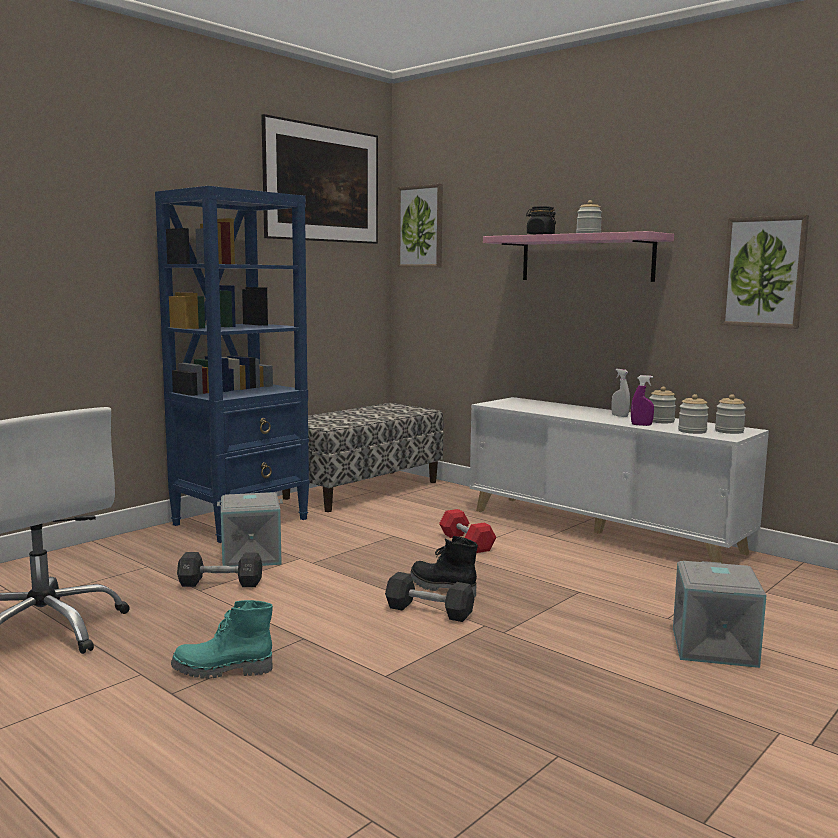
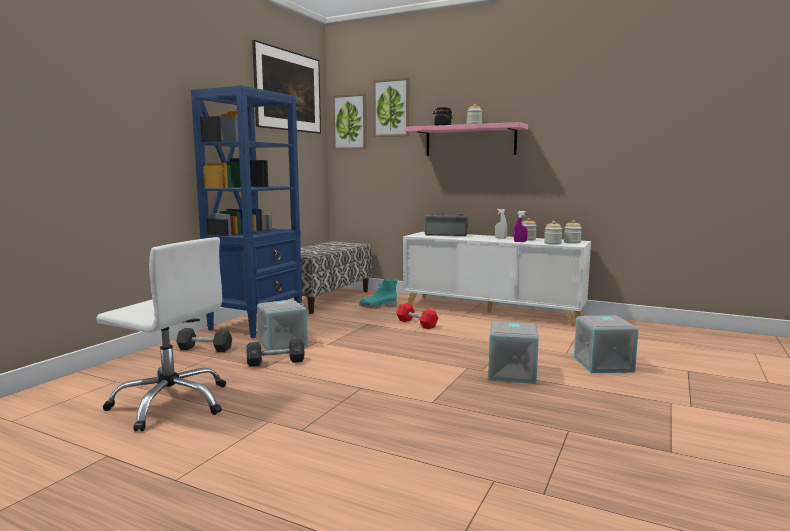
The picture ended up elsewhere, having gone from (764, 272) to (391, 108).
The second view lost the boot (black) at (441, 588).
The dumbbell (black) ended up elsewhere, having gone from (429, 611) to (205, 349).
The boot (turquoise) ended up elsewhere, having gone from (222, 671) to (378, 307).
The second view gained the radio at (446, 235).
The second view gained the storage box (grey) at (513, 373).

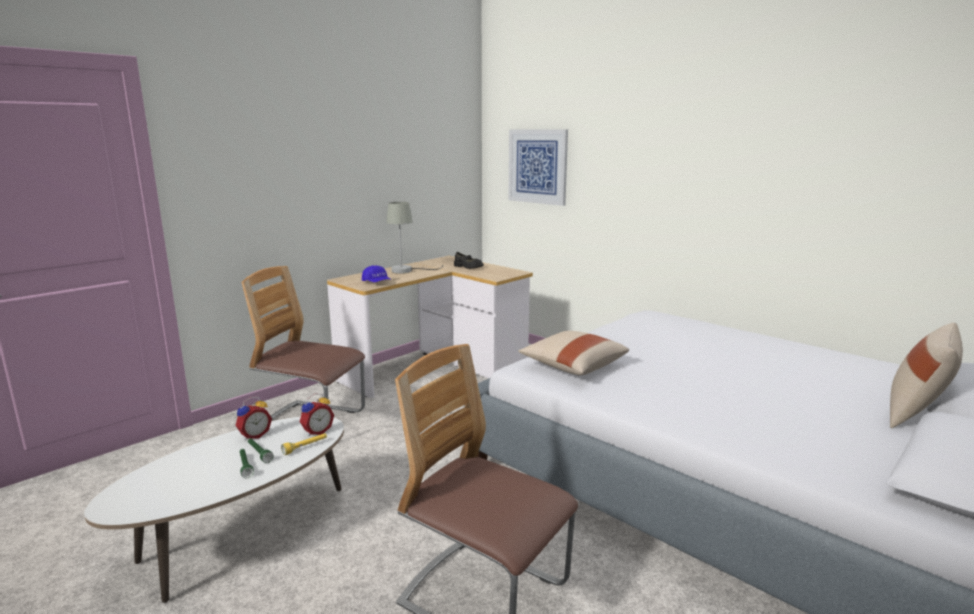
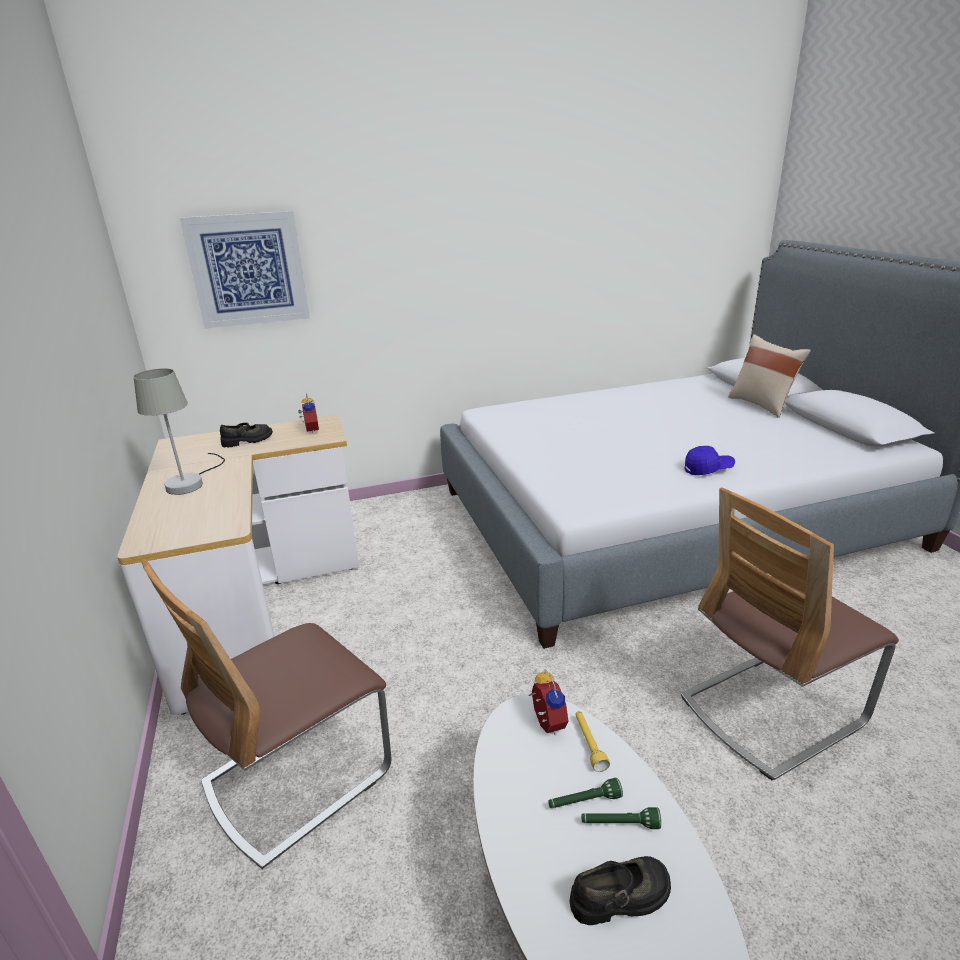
The cap (blue) ended up elsewhere, having gone from (377, 283) to (708, 469).
The second view lost the pillow (beige) at (572, 366).
The alarm clock ended up elsewhere, having gone from (254, 435) to (310, 431).
The second view gained the shoe (black) at (621, 897).

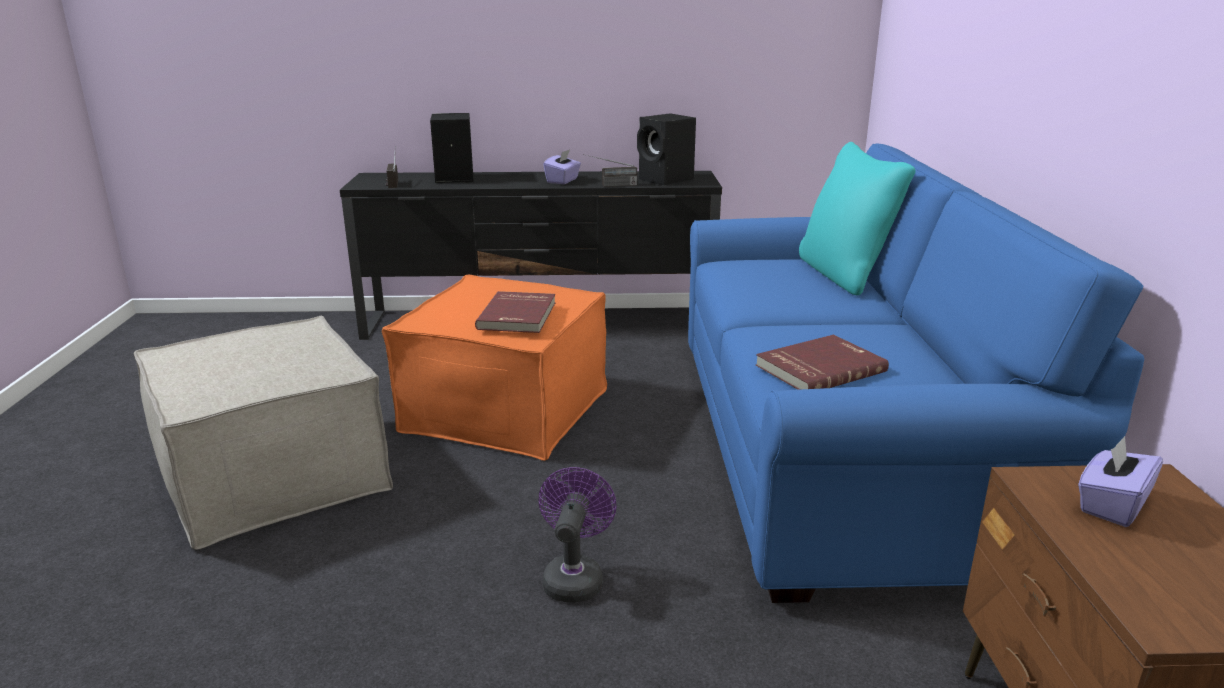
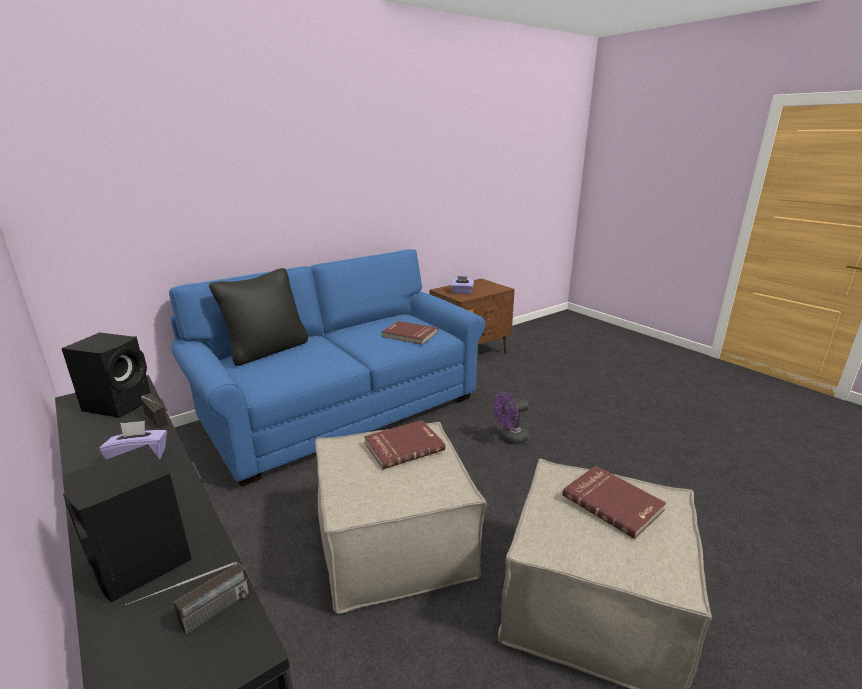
What was the pillow (turquoise) at (844, 275) turned into the pillow (black) at (267, 350).
What was the ottoman (orange) at (506, 409) turned into the ottoman (beige) at (394, 541).
The second view gained the book (red) at (613, 502).

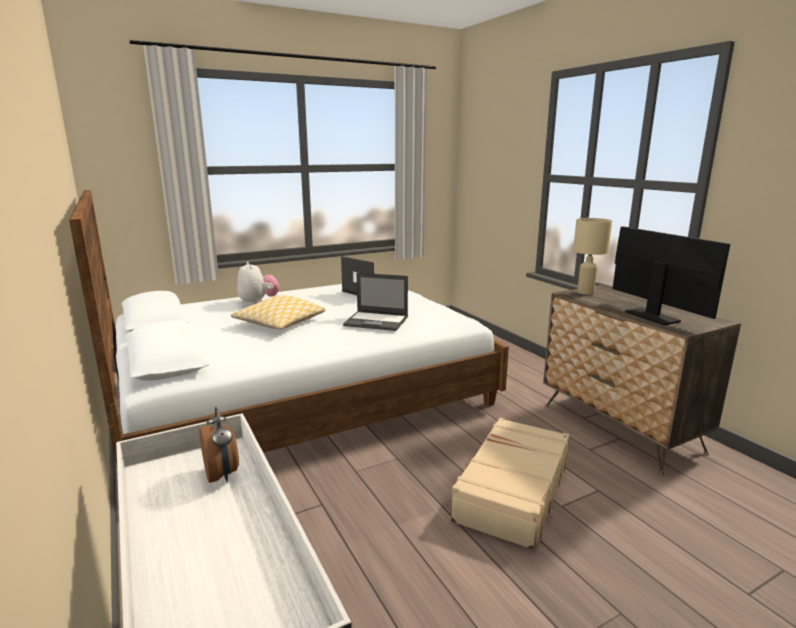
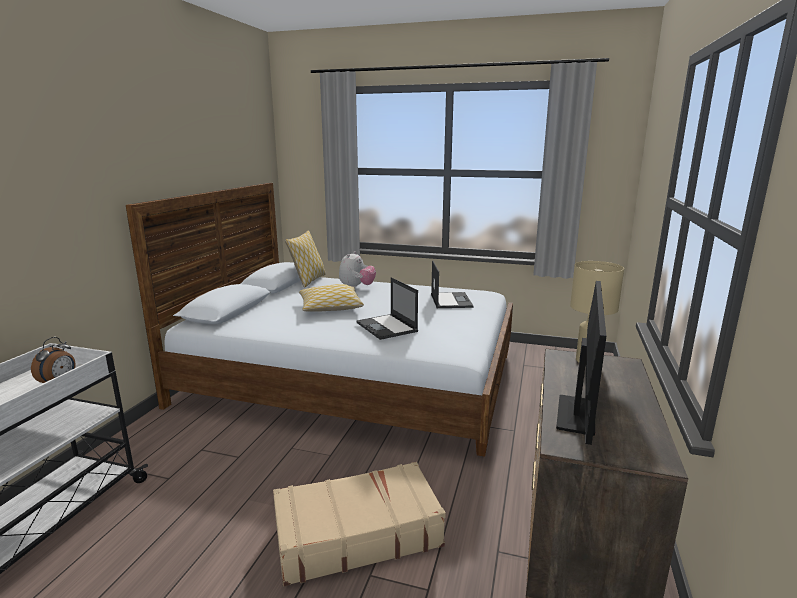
The second view gained the pillow at (308, 281).

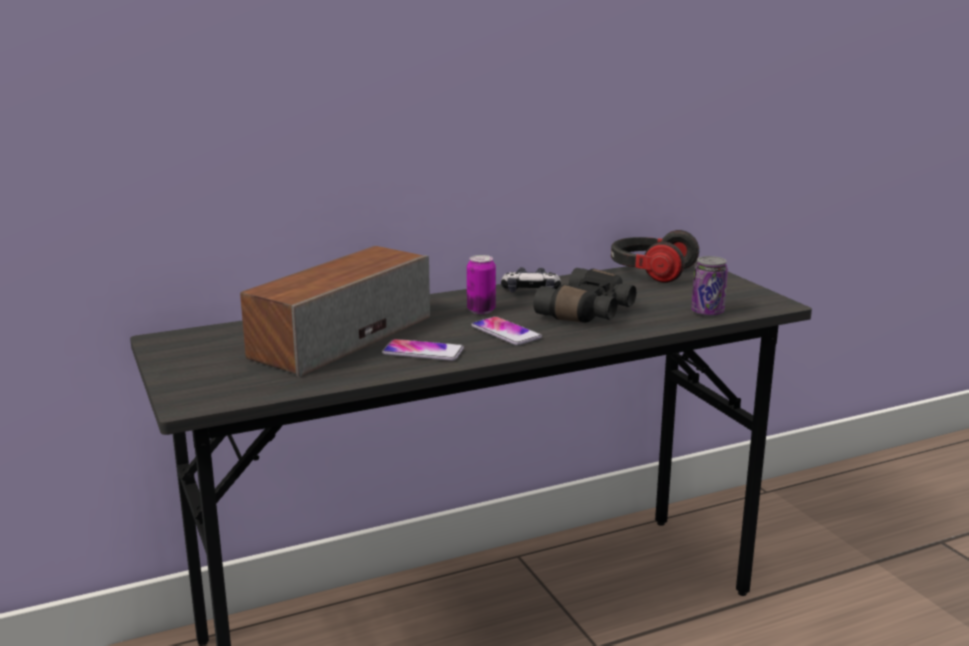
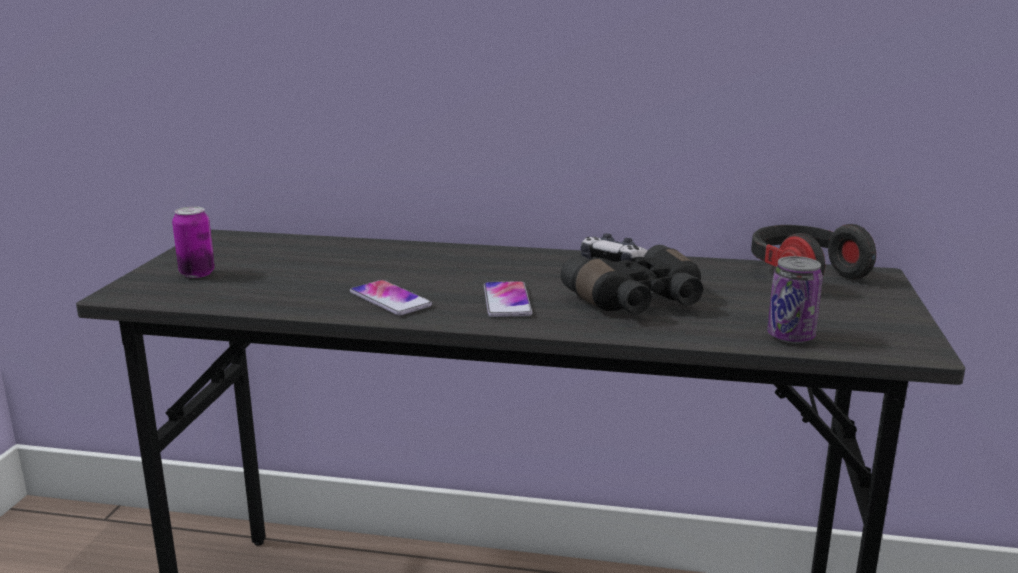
The second view lost the speaker at (341, 337).
The can ended up elsewhere, having gone from (481, 310) to (197, 273).

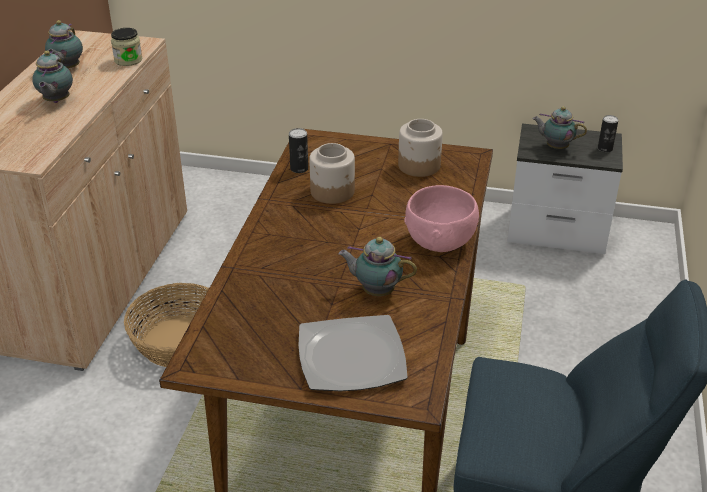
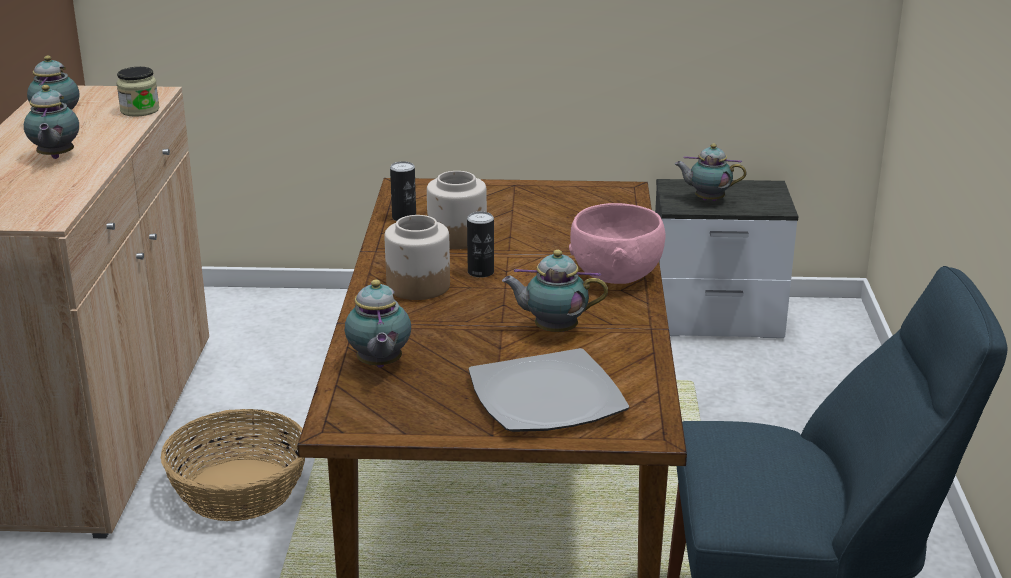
The can ended up elsewhere, having gone from (605, 148) to (480, 272).
The jar ended up elsewhere, having gone from (419, 166) to (419, 286).
The second view gained the teapot at (379, 365).

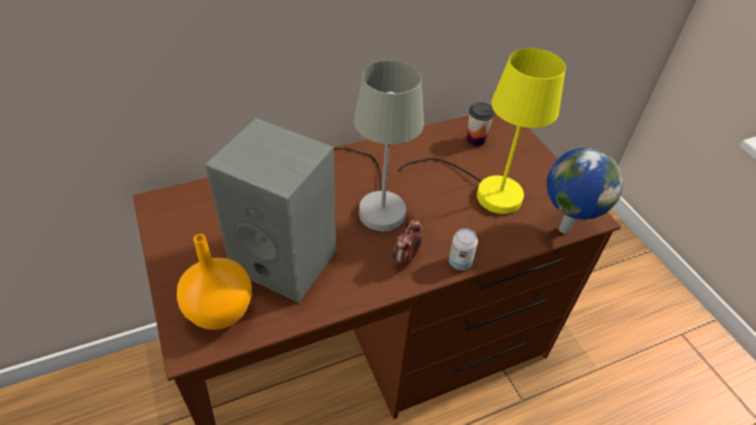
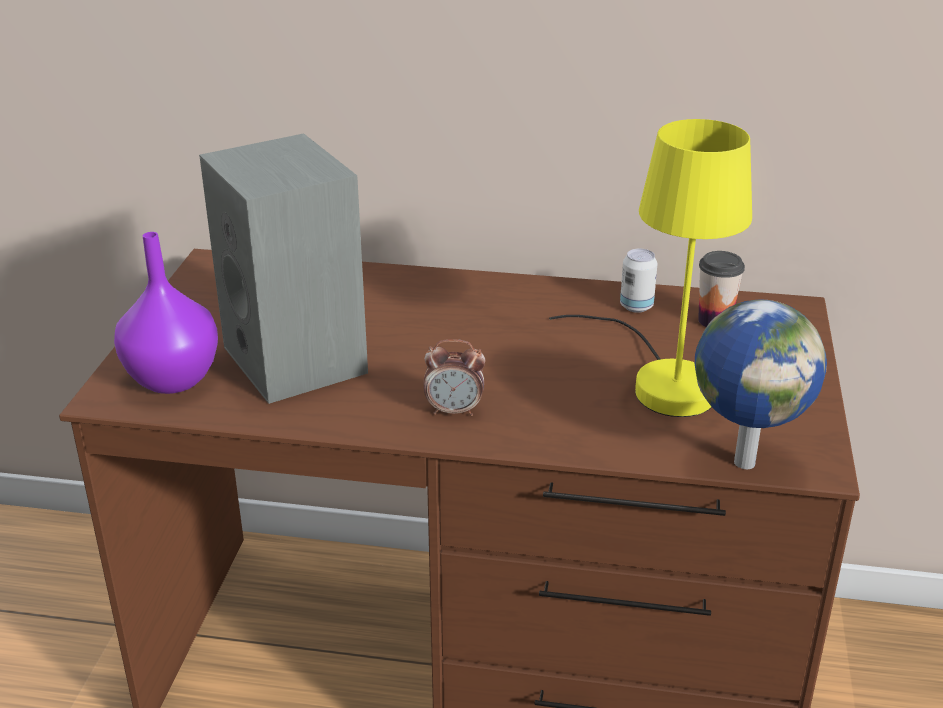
The second view lost the table lamp (grey) at (378, 203).
The alarm clock at (406, 258) ended up facing another way, 150 degrees counterclockwise from before.
The can ended up elsewhere, having gone from (460, 262) to (636, 306).
What was the vase (orange) at (219, 312) turned into the vase (purple) at (171, 380).

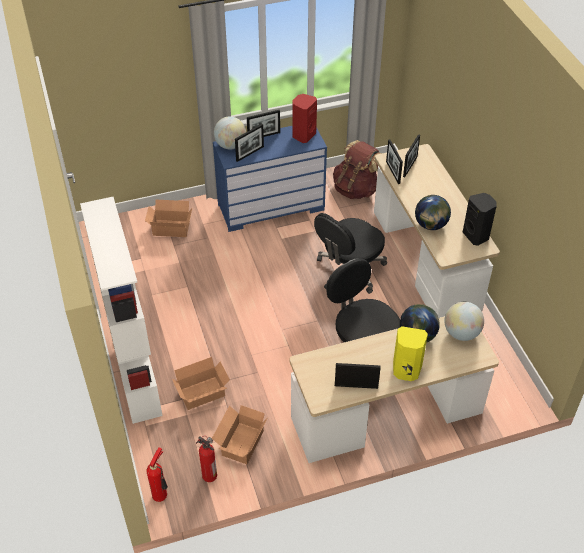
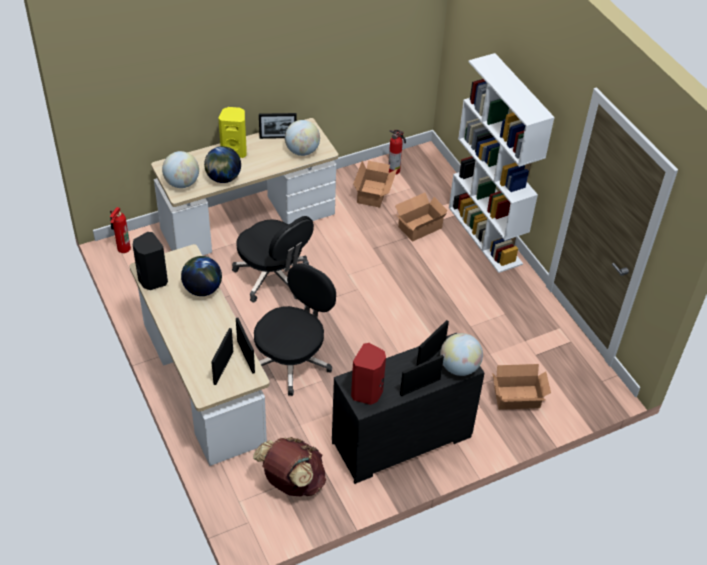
What was the dresser (blue) at (271, 207) turned into the dresser (black) at (401, 441).
The fire extinguisher ended up elsewhere, having gone from (161, 494) to (122, 249).
The second view gained the globe at (302, 151).

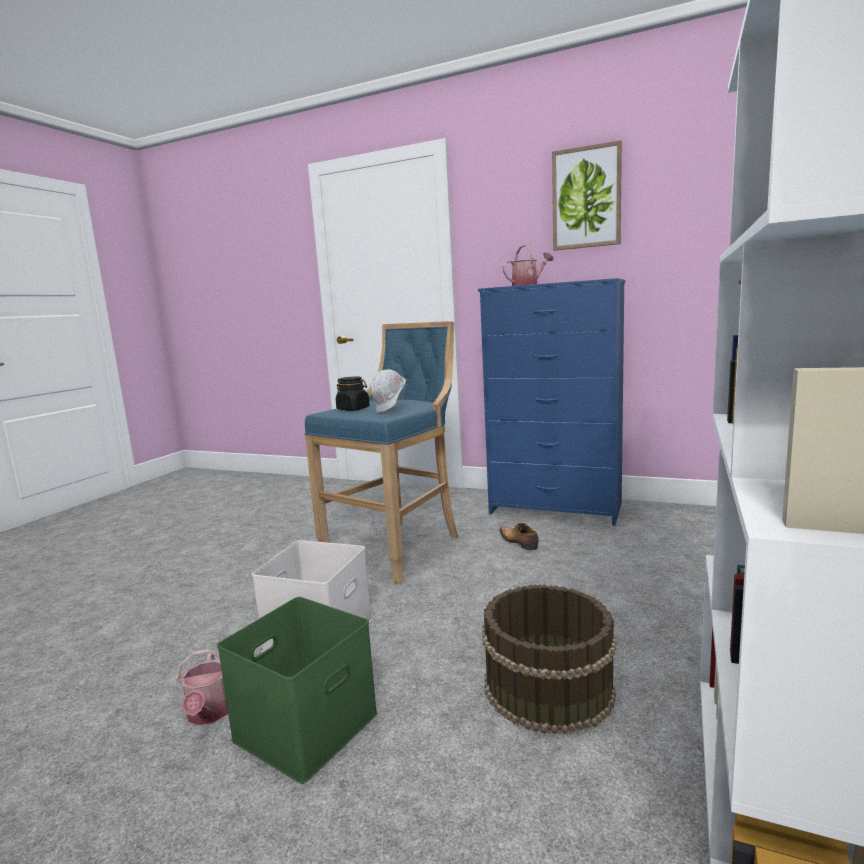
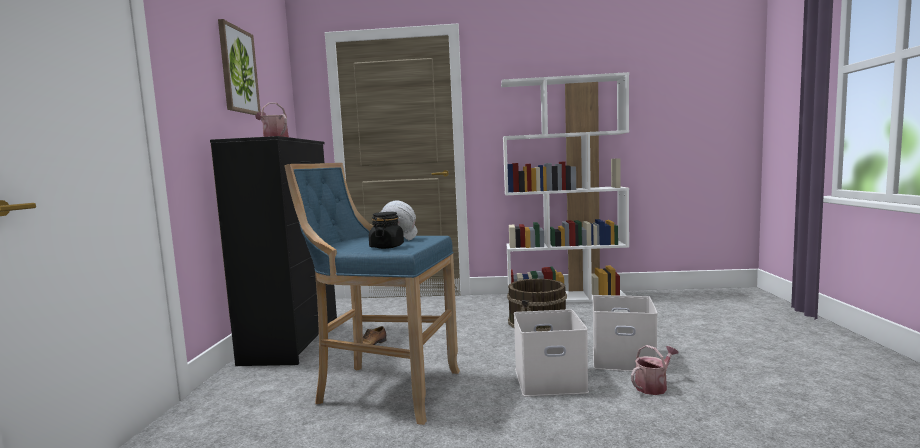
What was the dresser (blue) at (556, 509) turned into the dresser (black) at (293, 342).
What was the storage box (green) at (306, 729) turned into the storage box (white) at (624, 358).

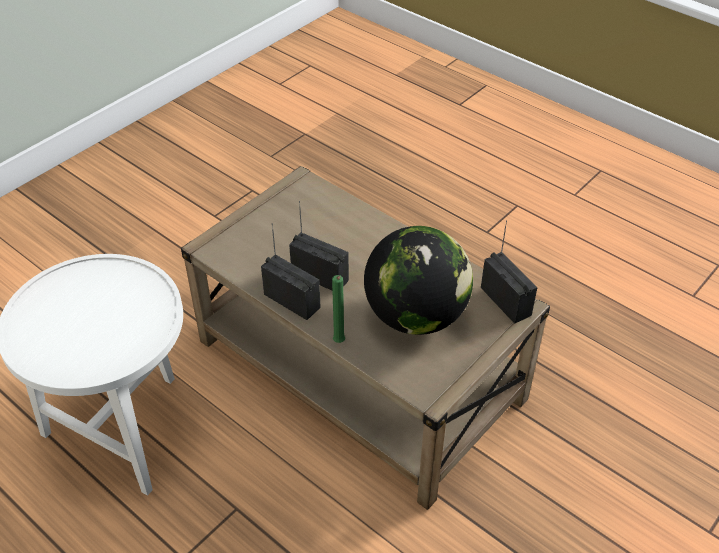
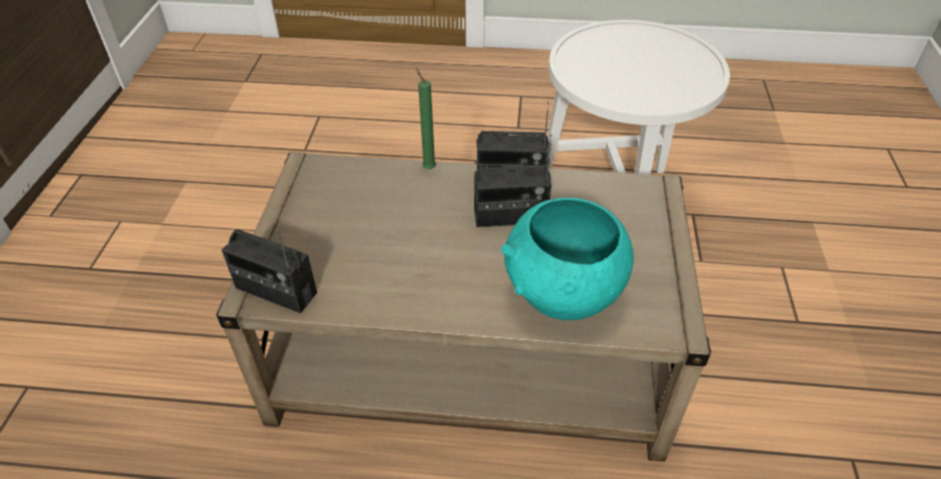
The second view lost the globe at (415, 316).
The second view gained the bowl (turquoise) at (563, 296).

